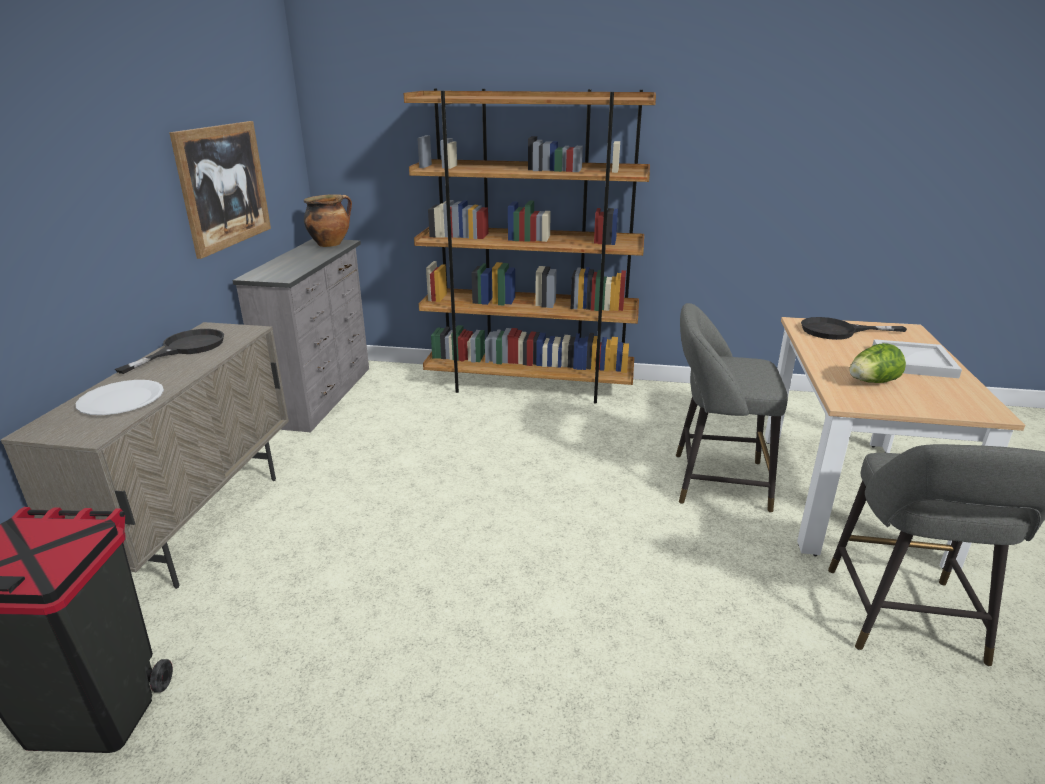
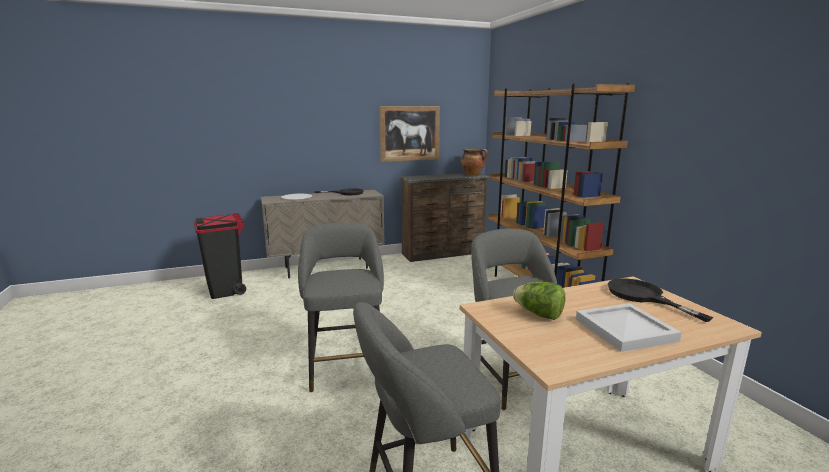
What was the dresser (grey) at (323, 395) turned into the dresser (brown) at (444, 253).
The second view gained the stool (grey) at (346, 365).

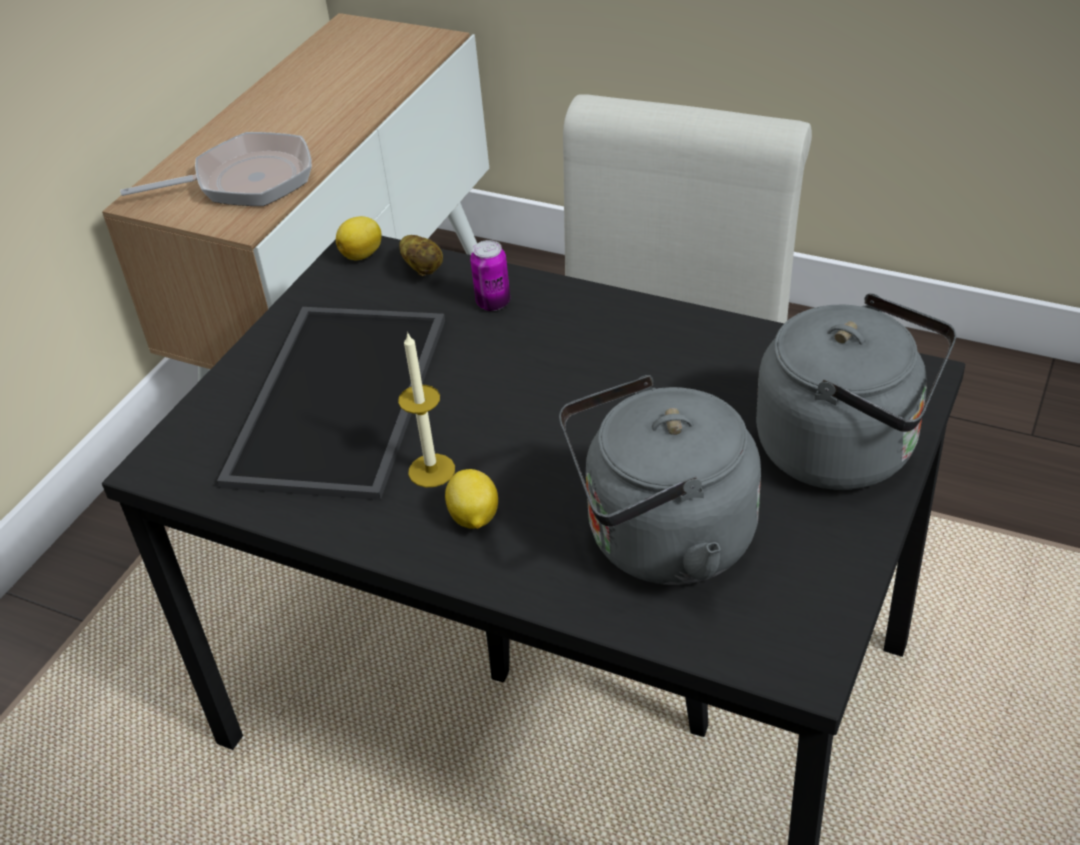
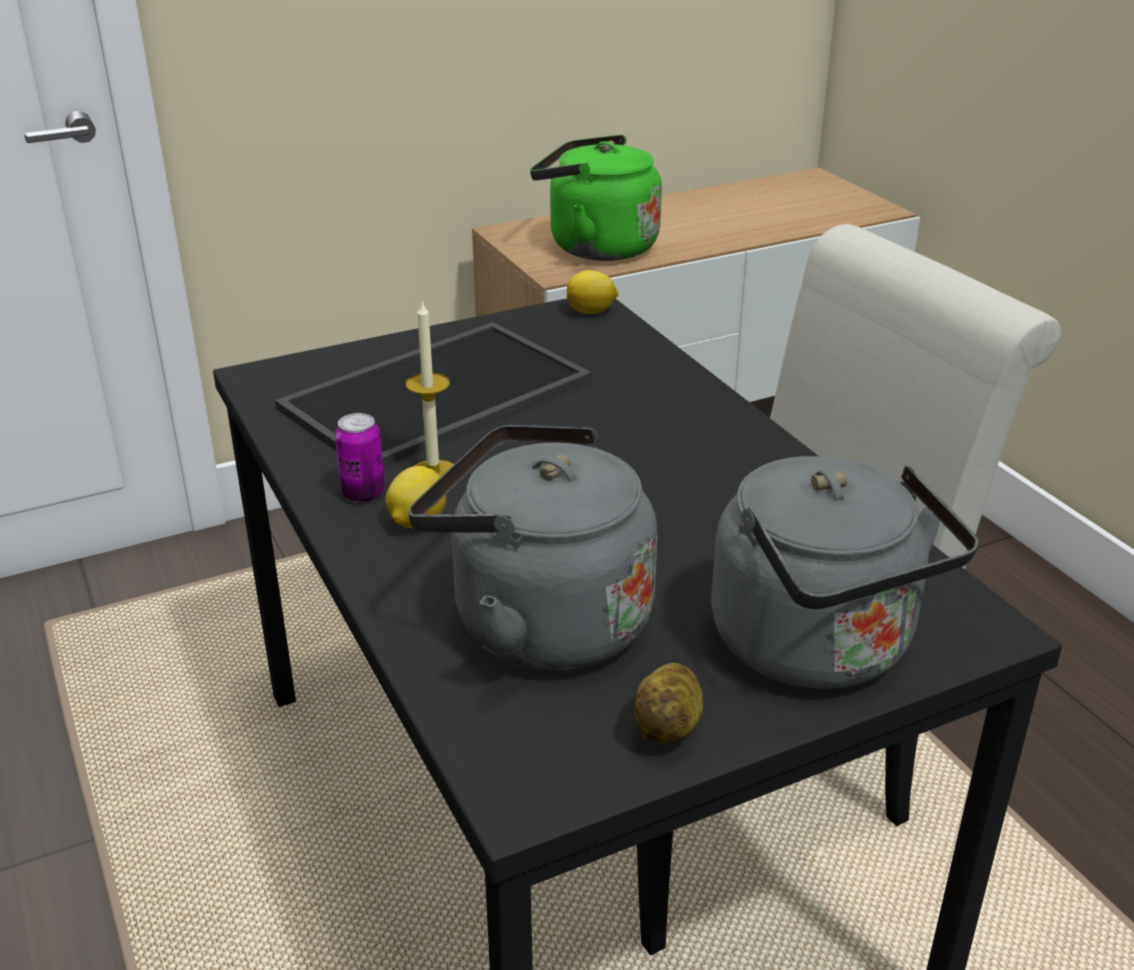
Where the frying pan stood at (245, 181), the kettle (green) came to stand at (596, 247).
The potato ended up elsewhere, having gone from (423, 268) to (670, 725).
The can ended up elsewhere, having gone from (493, 303) to (363, 494).

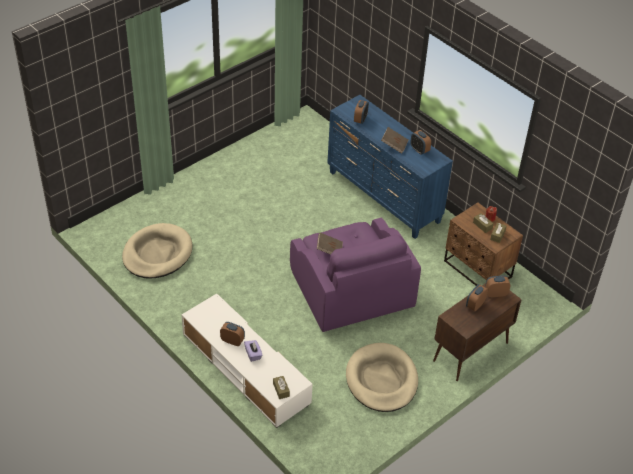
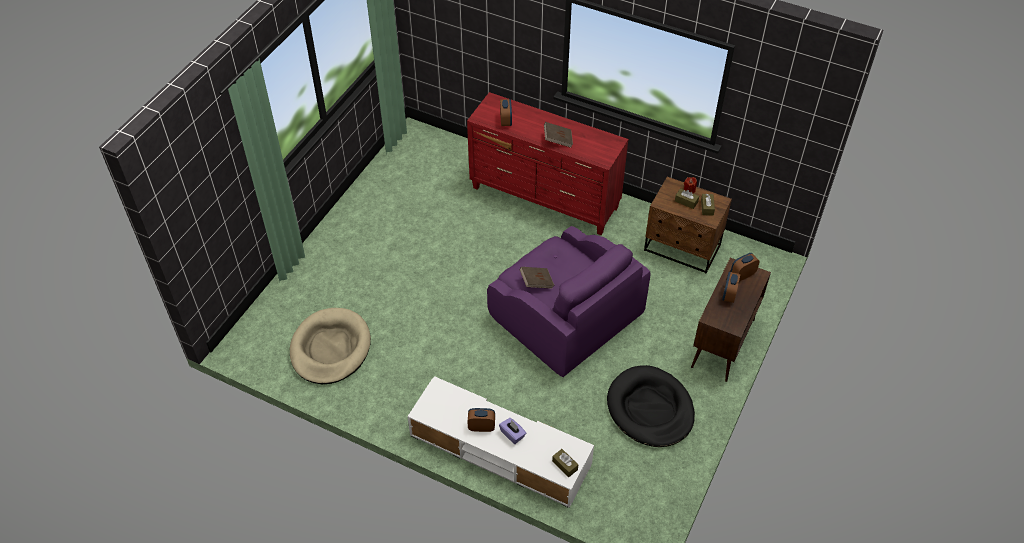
What was the dresser (blue) at (383, 197) turned into the dresser (red) at (545, 199).
The second view lost the alarm clock at (419, 150).
What was the dog bed (beige) at (381, 380) turned into the dog bed (black) at (650, 409).

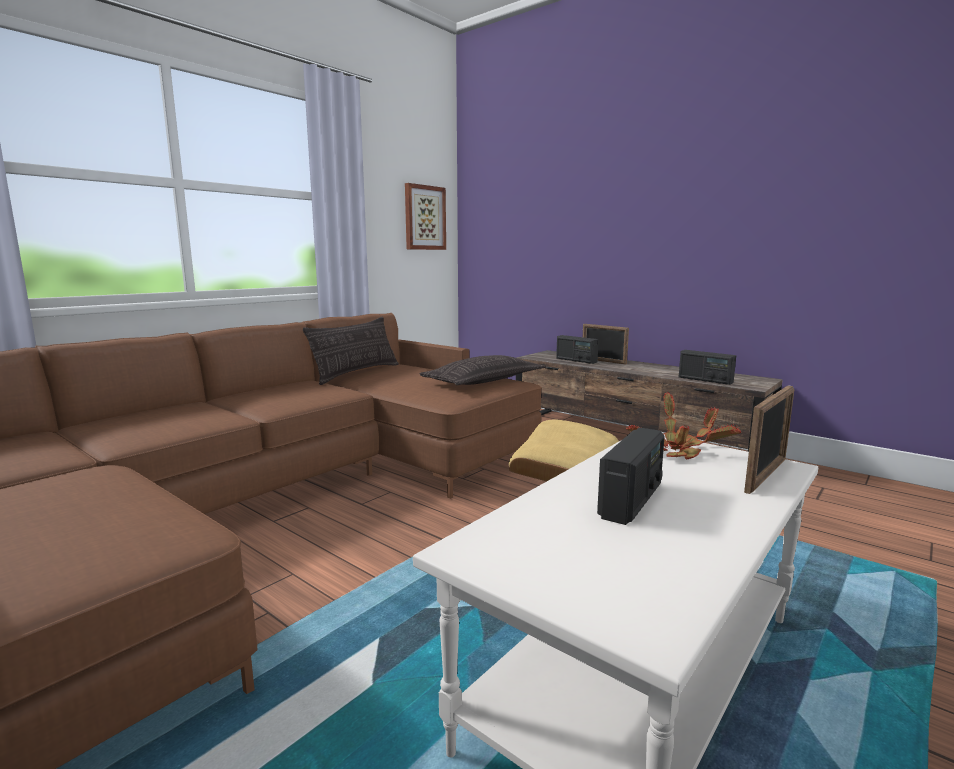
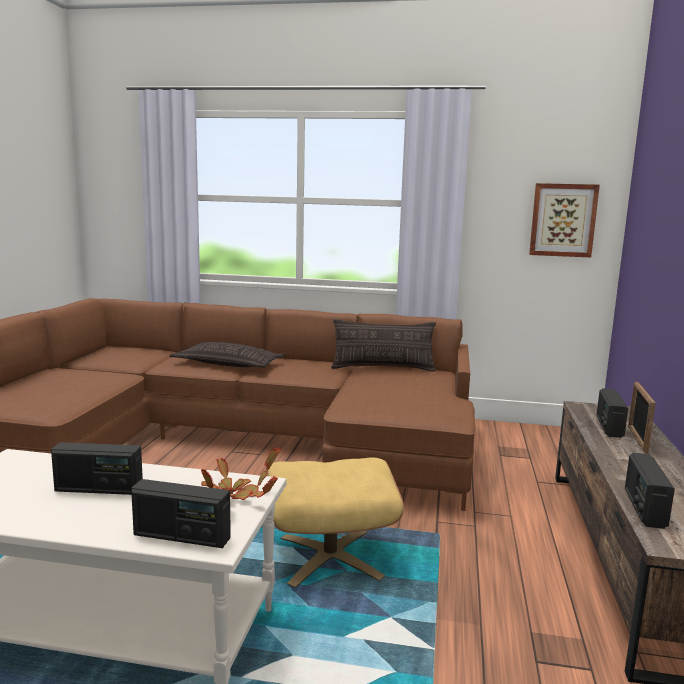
The pillow ended up elsewhere, having gone from (484, 381) to (228, 364).
Where the picture frame stood at (766, 475), the radio came to stand at (181, 536).

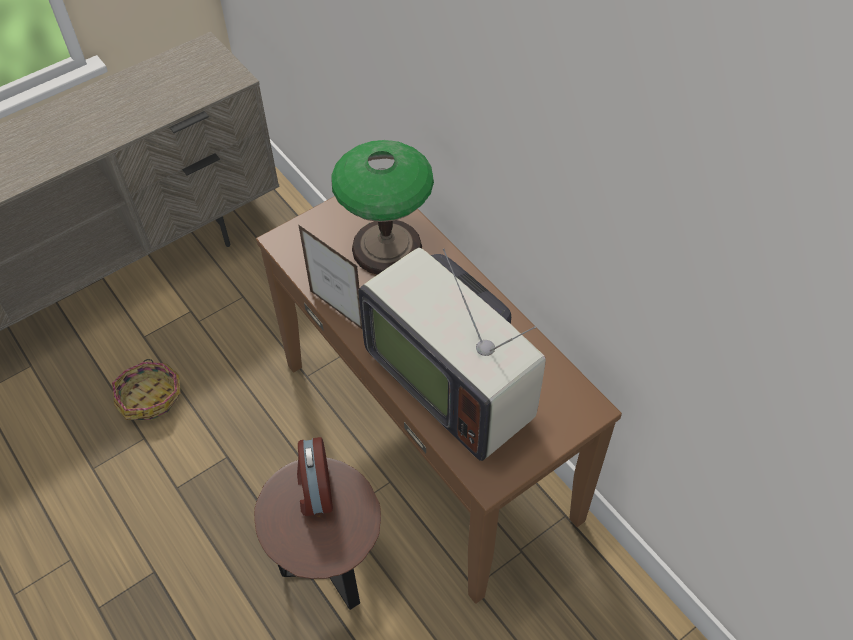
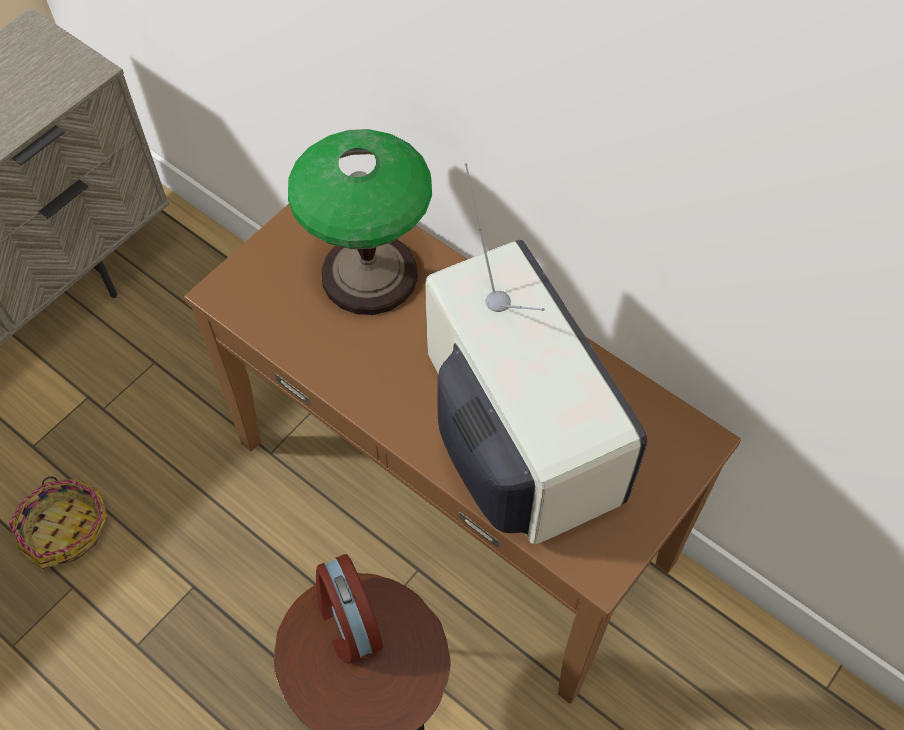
The second view lost the picture frame at (337, 310).
The television at (453, 380) ended up facing another way, 150 degrees counterclockwise from before.

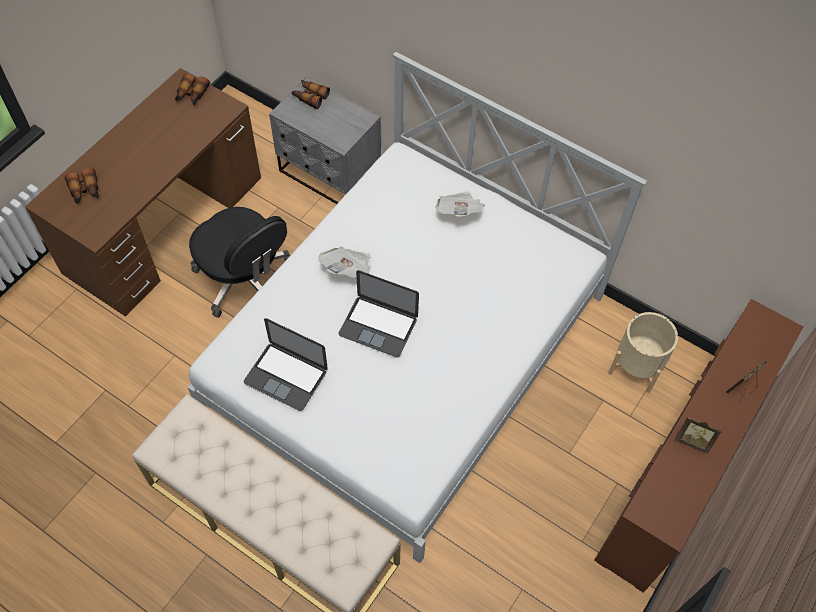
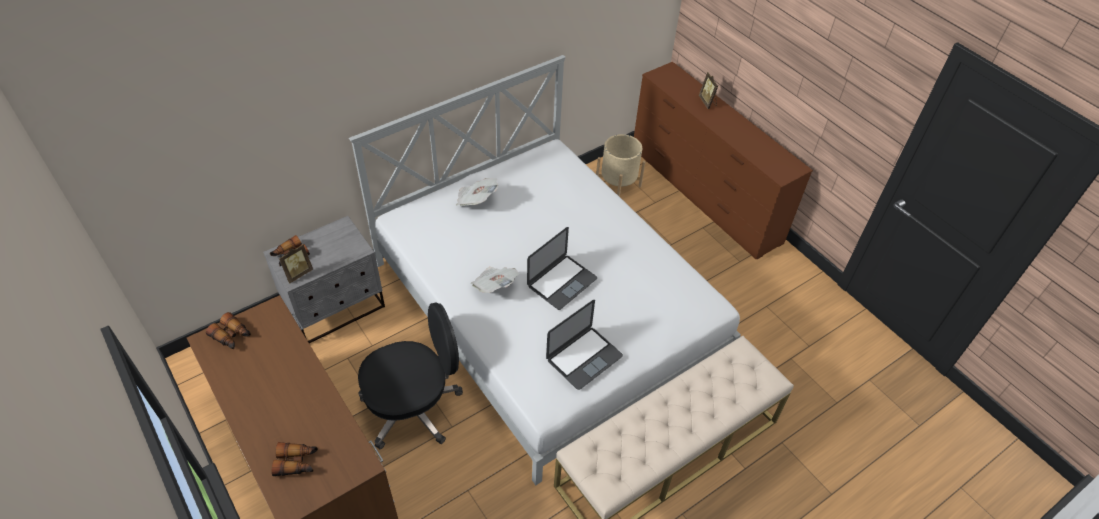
The picture frame ended up elsewhere, having gone from (692, 440) to (298, 273).

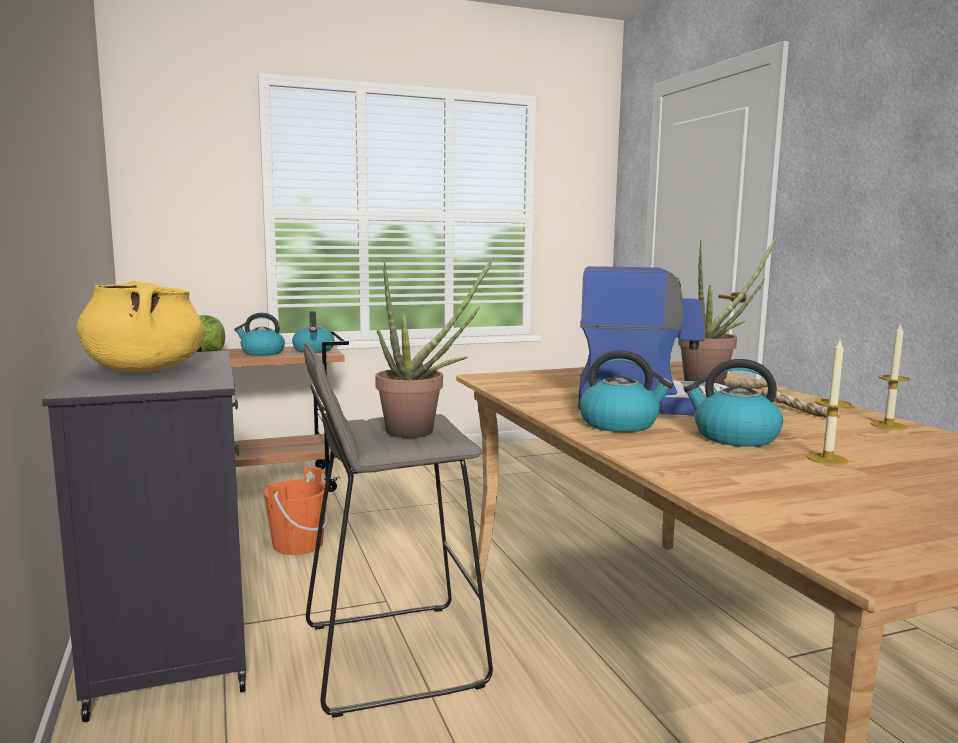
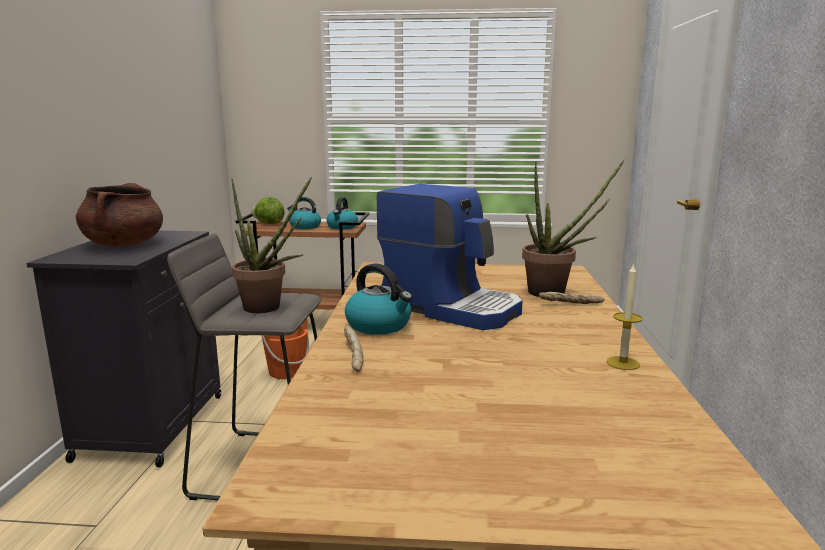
What was the cooking pot (yellow) at (145, 370) turned into the cooking pot (brown) at (124, 244).
The second view lost the candle at (827, 459).
The second view lost the kettle at (734, 437).
The bread ended up elsewhere, having gone from (798, 412) to (352, 356).

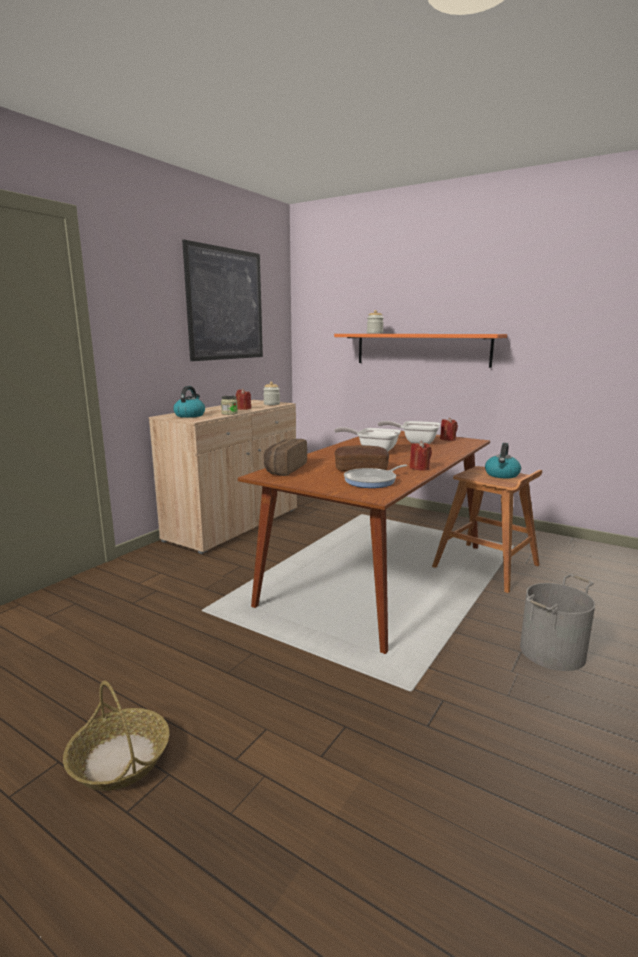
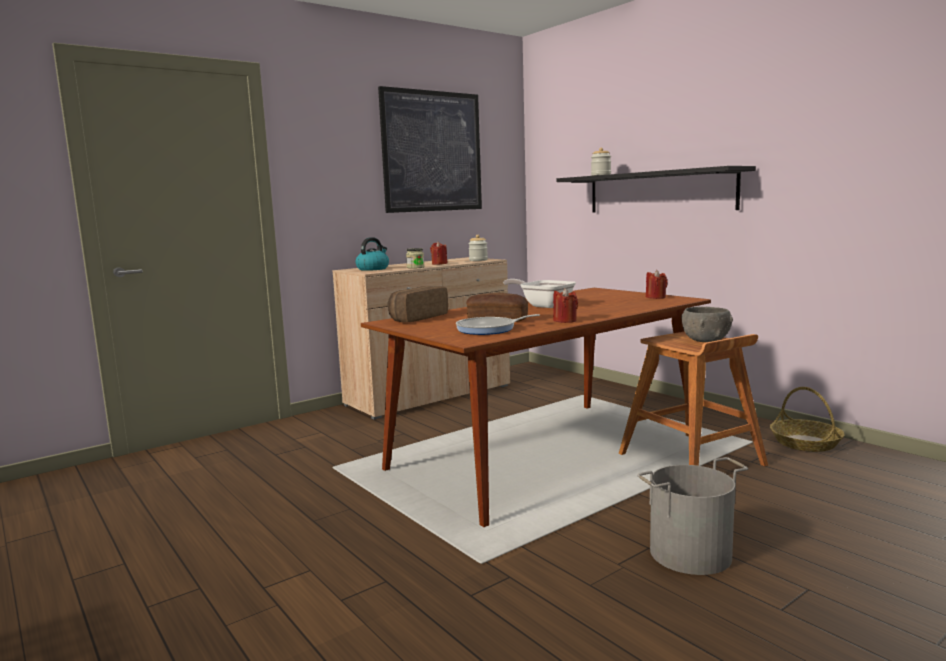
What was the shelf (orange) at (421, 349) turned into the shelf (black) at (659, 192).
The second view lost the frying pan at (415, 442).
Where the kettle stood at (502, 475), the bowl (grey) came to stand at (705, 340).
The basket ended up elsewhere, having gone from (119, 759) to (805, 443).

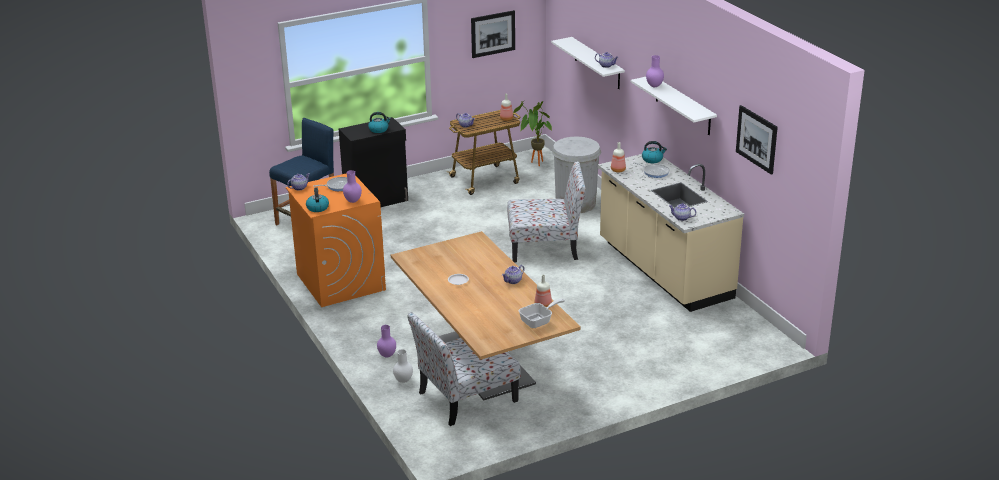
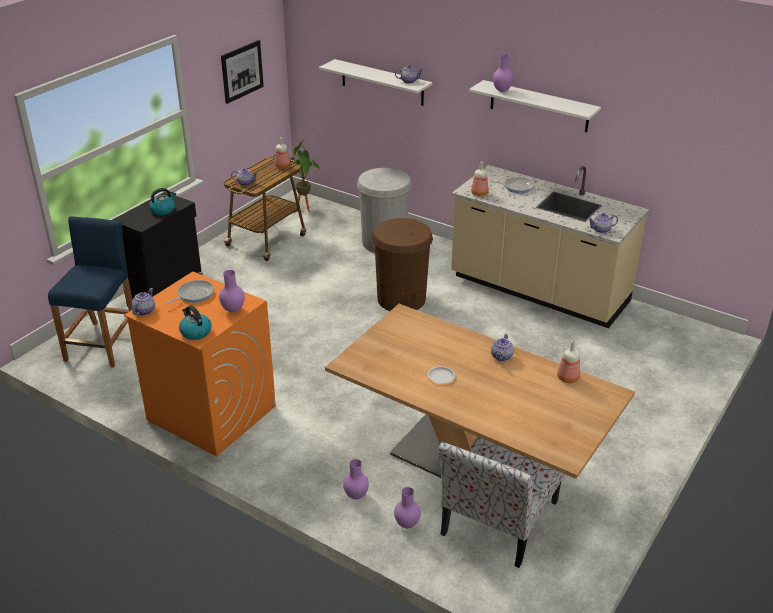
The second view lost the picture at (756, 139).
The second view lost the kettle at (652, 159).
Where the chair stood at (545, 247), the trash can (brown) came to stand at (401, 299).
The second view lost the frying pan at (539, 321).
What was the vase (white) at (403, 381) turned into the vase (purple) at (406, 525).

